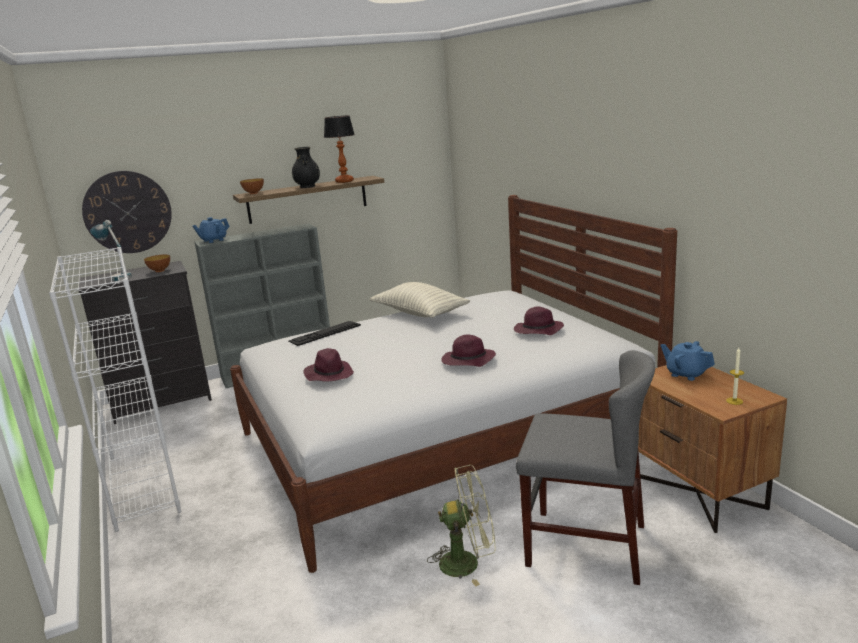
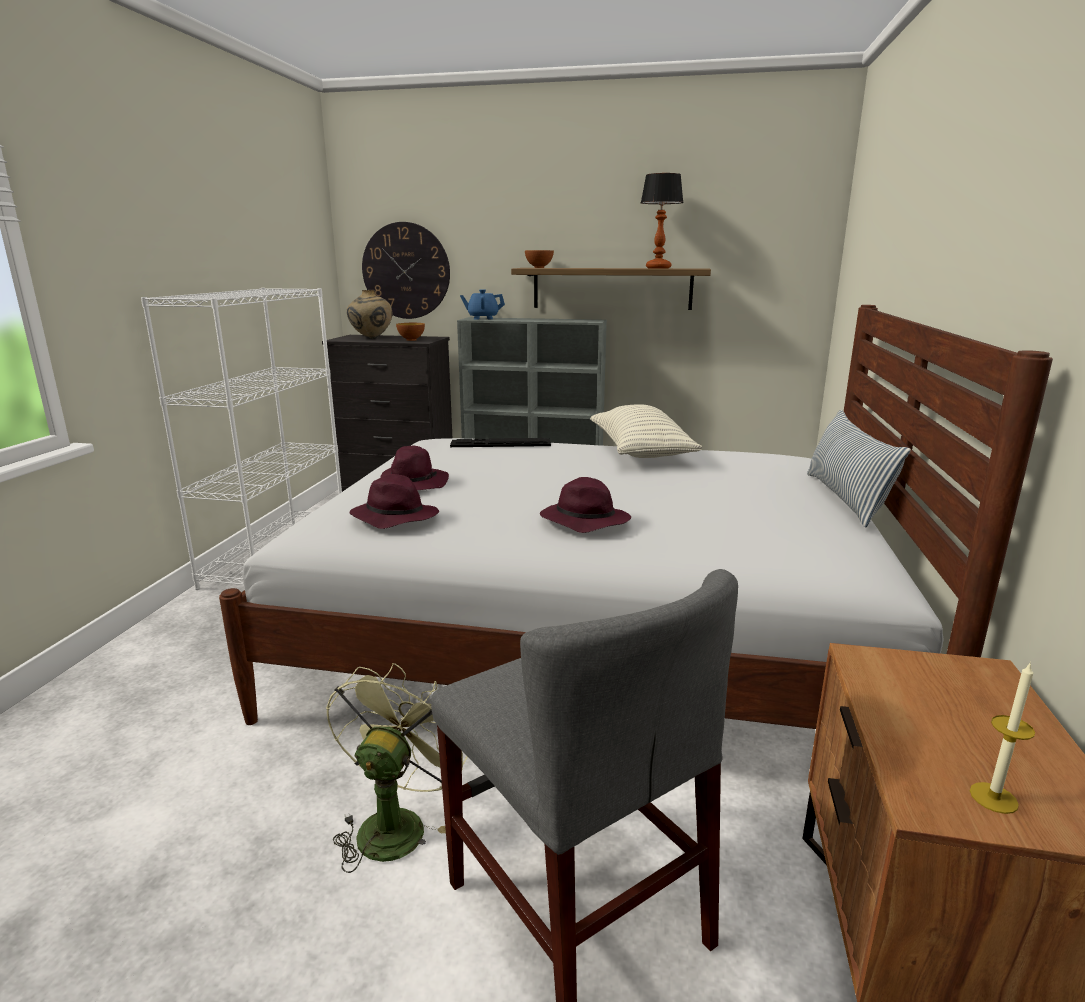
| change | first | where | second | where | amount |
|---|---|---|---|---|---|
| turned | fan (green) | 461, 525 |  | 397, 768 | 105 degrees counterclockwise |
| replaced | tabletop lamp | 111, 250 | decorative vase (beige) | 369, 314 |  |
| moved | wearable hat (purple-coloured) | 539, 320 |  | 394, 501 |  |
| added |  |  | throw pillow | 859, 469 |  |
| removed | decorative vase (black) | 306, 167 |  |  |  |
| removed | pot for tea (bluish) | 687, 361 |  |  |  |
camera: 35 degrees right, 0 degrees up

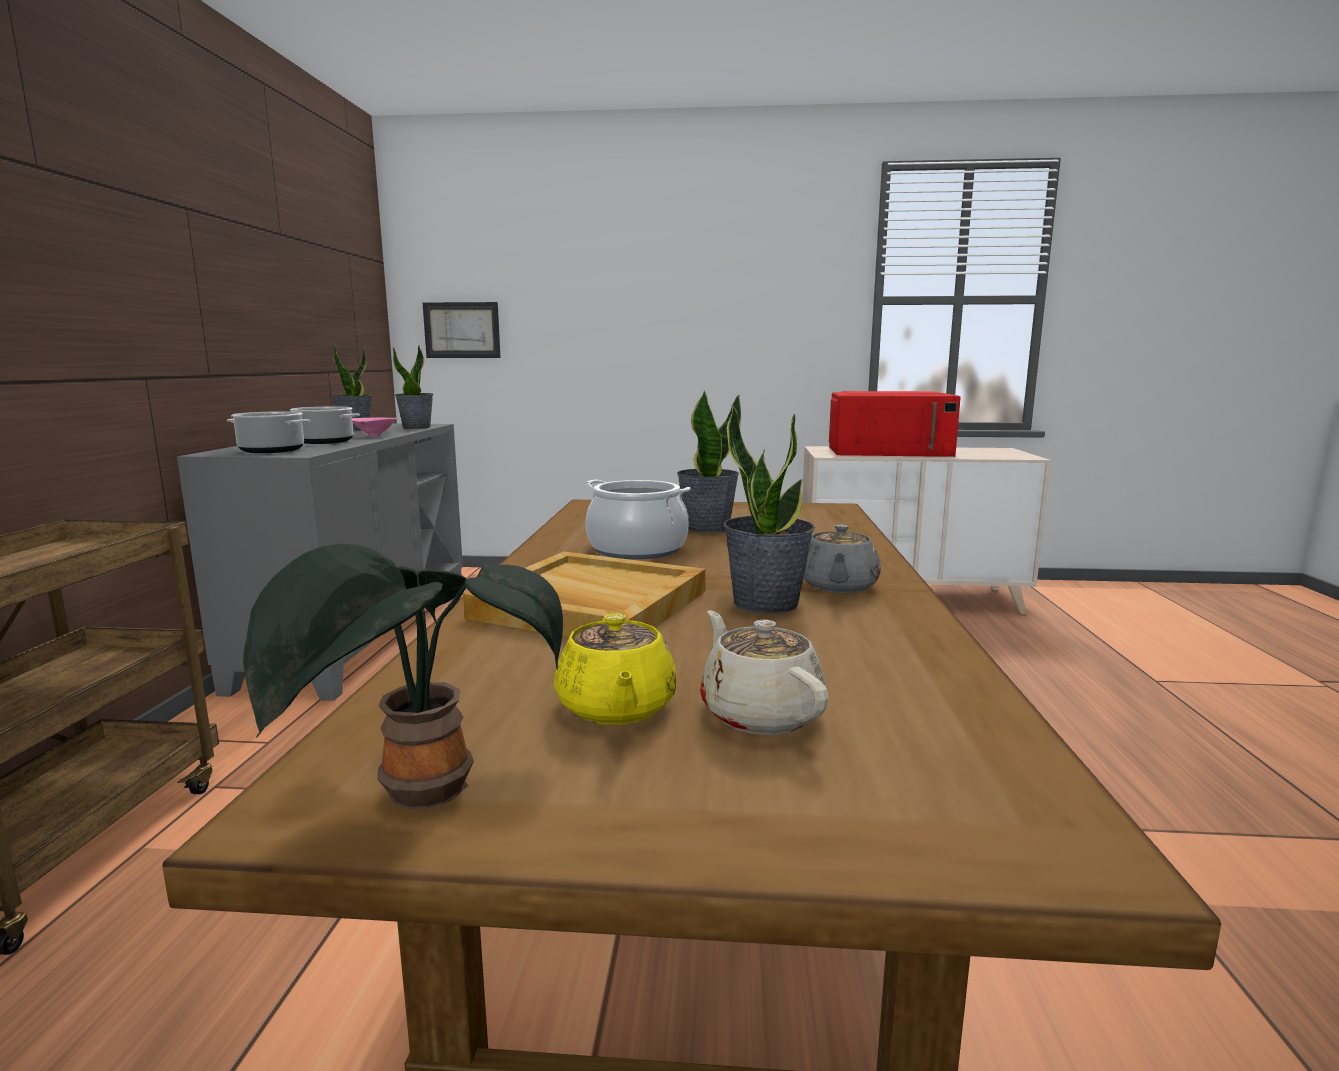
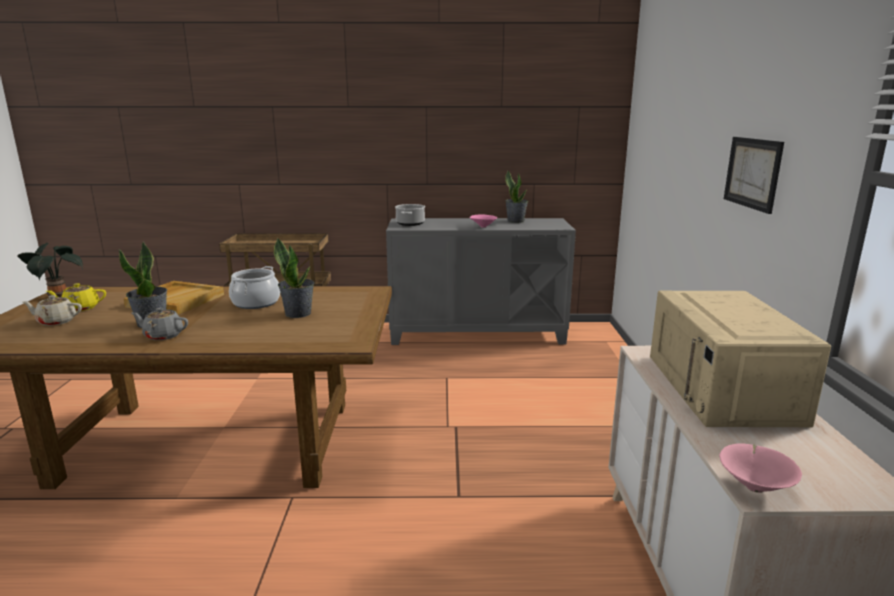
| change | first | where | second | where | amount |
|---|---|---|---|---|---|
| turned | pot for tea (beige) | 764, 672 |  | 52, 310 | 150 degrees counterclockwise |
| recoloured | kitchen microwave (reddish) | 895, 424 | kitchen microwave (beige) | 740, 359 |  |
| added |  |  | serving bowl (pink) | 760, 468 |  |
| moved | wall picture | 462, 330 |  | 754, 175 |  |
| removed | saucepot | 325, 425 |  |  |  |
| removed | houseplant | 413, 387 |  |  |  |
camera: 85 degrees right, 5 degrees up

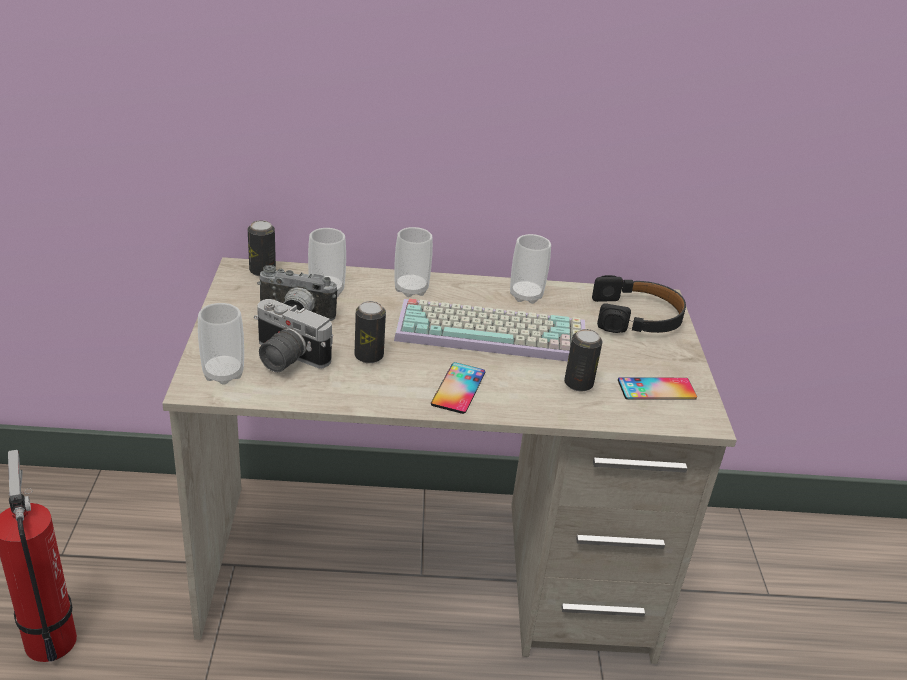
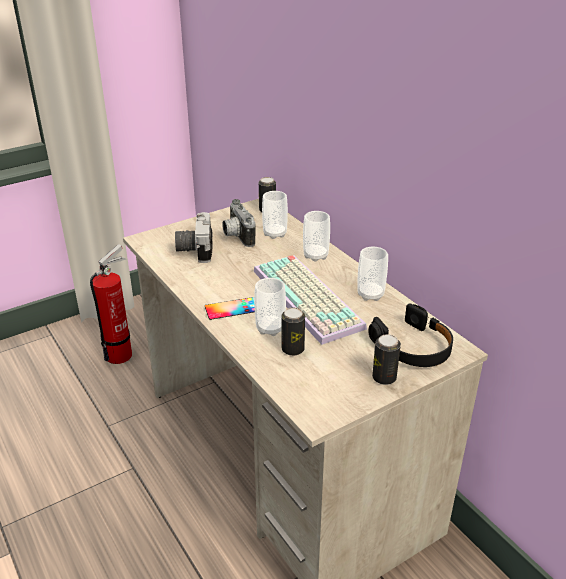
| change | first | where | second | where | amount |
|---|---|---|---|---|---|
| moved | drinking cup | 221, 344 |  | 270, 307 |  |
| moved | sealed can | 370, 332 |  | 386, 359 |  |
| removed | handset | 657, 388 |  |  |  |
camera: 60 degrees right, 0 degrees up

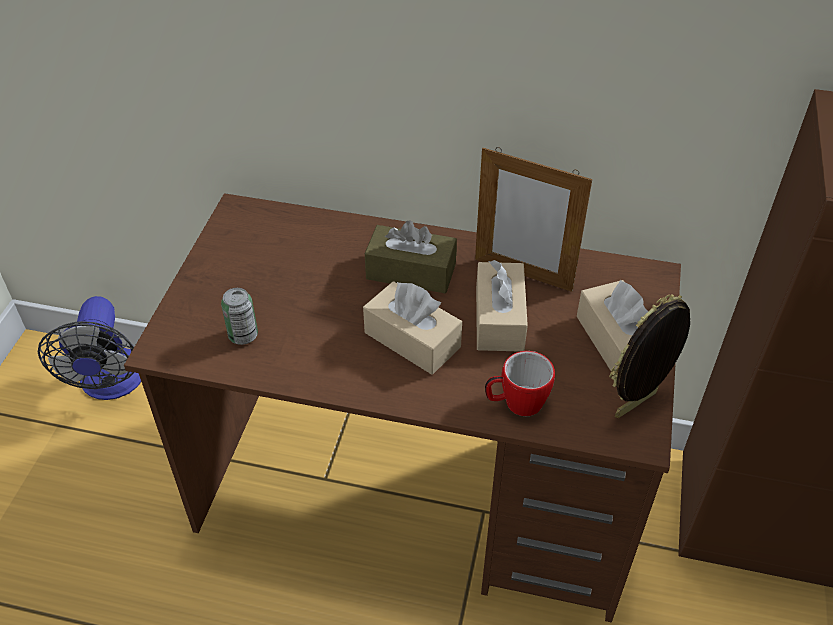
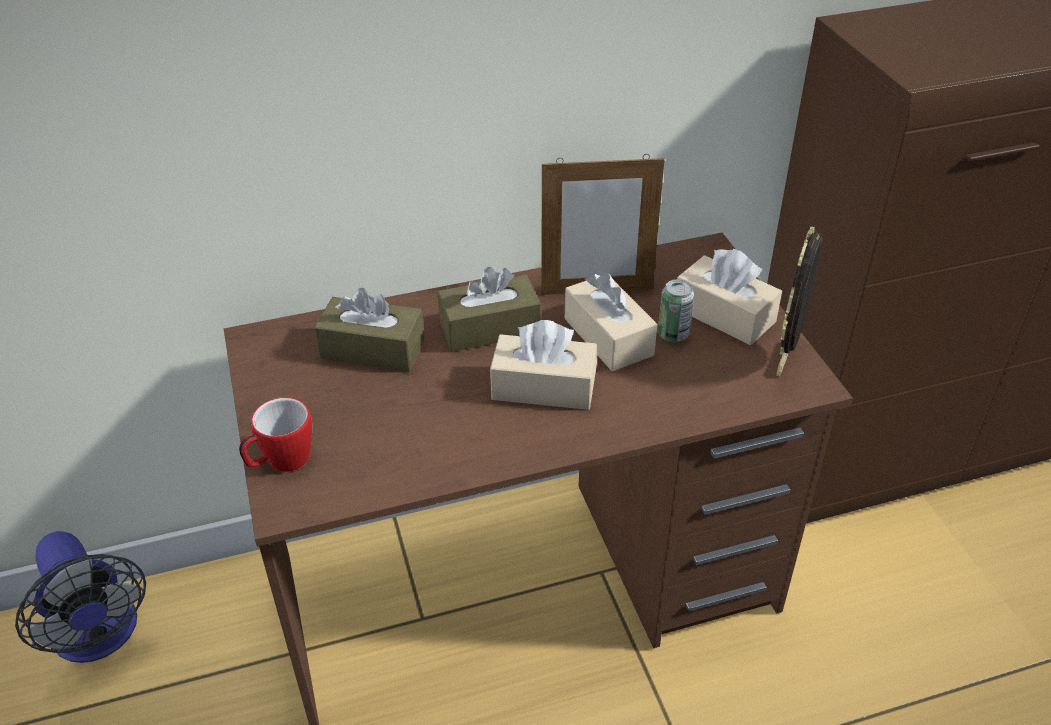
| change | first | where | second | where | amount |
|---|---|---|---|---|---|
| moved | coffee mug | 520, 383 |  | 275, 434 |  |
| added |  |  | tissue holder (brown) | 369, 330 |  |
| moved | sealed can | 239, 316 |  | 676, 310 |  |
camera: 30 degrees left, 5 degrees down

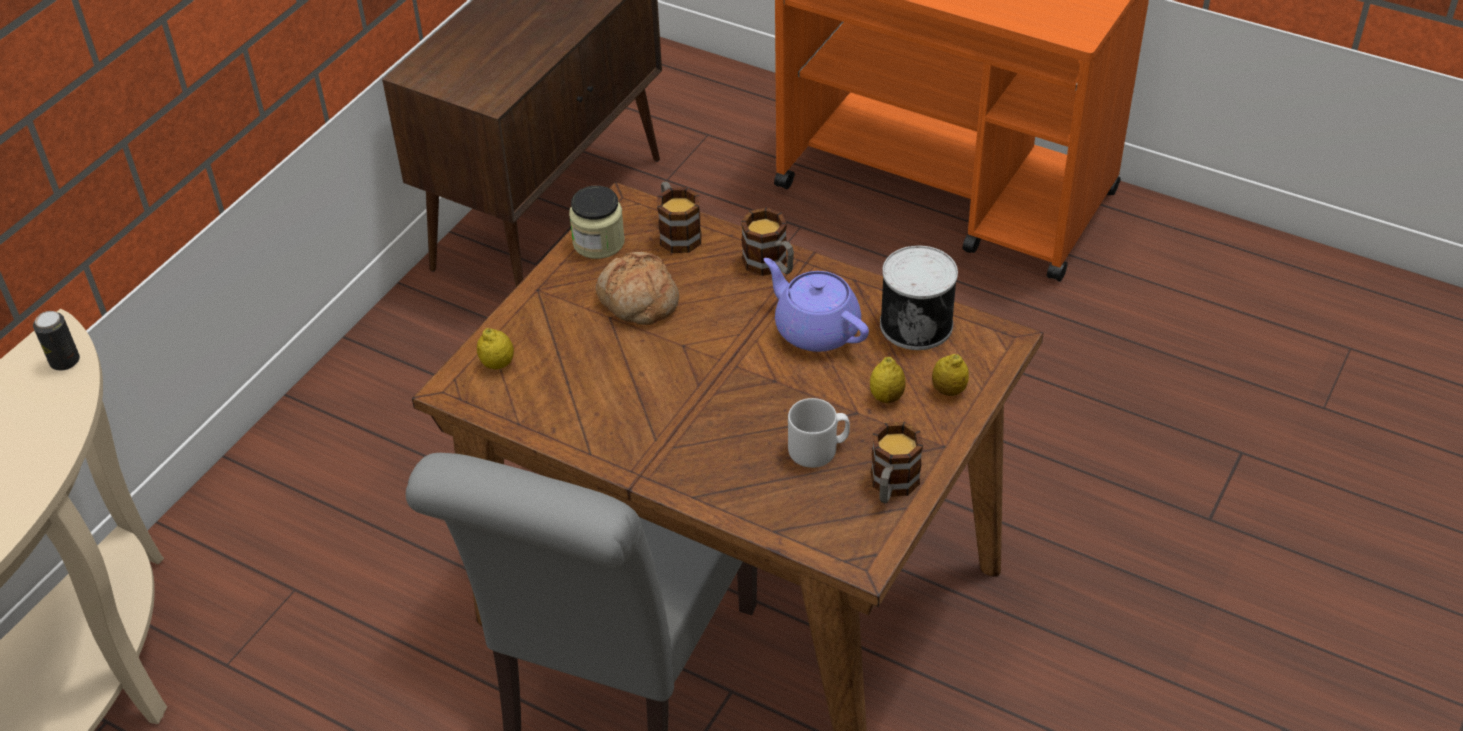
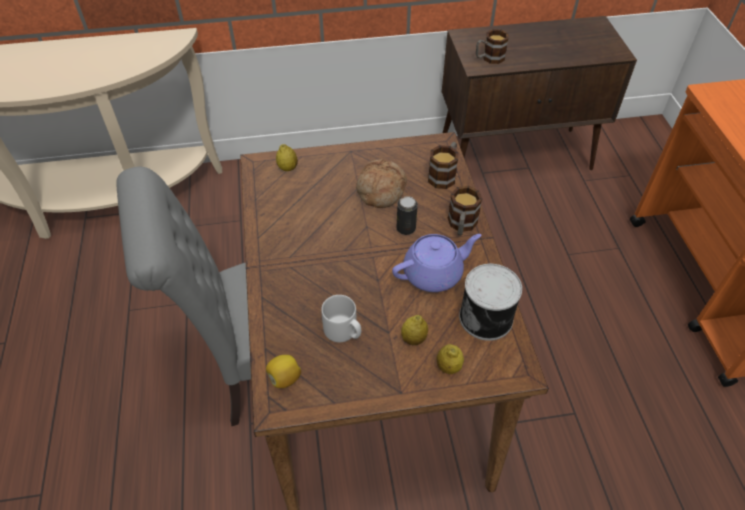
| change | first | where | second | where | amount |
|---|---|---|---|---|---|
| added |  |  | lemon | 283, 371 |  |
| turned | pot for tea (purple-coloured) | 816, 305 |  | 437, 263 | 60 degrees clockwise |
| moved | sealed can | 56, 341 |  | 407, 215 |  |
| moved | coffee mug | 897, 462 |  | 492, 46 |  |
| removed | storage jar | 597, 222 |  |  |  |
camera: 50 degrees right, 5 degrees up

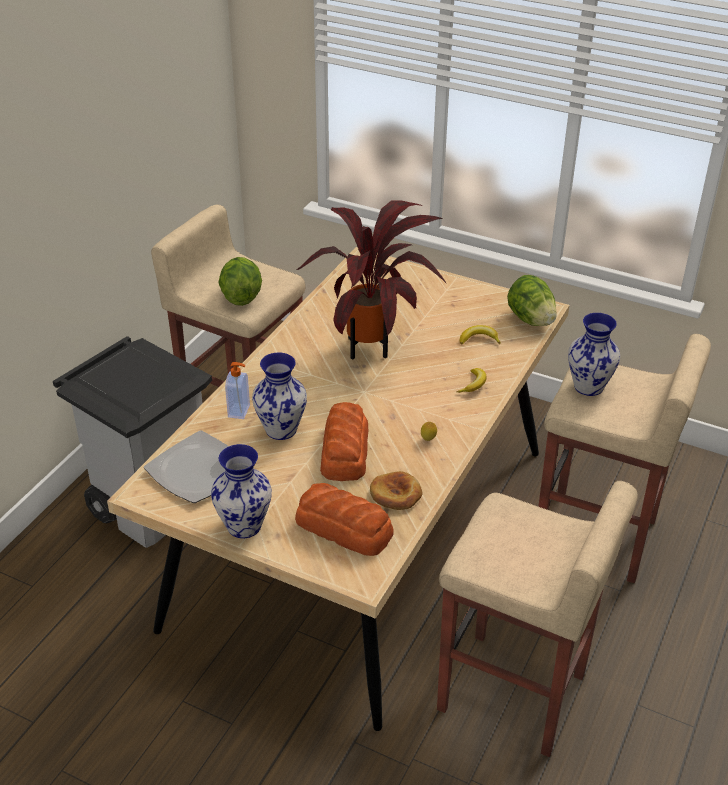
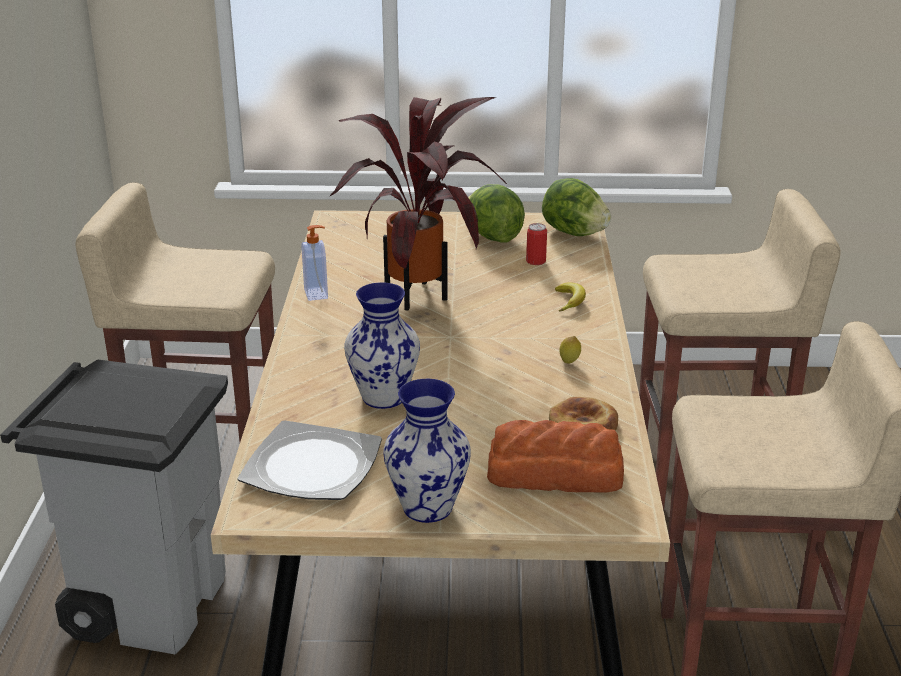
| change | first | where | second | where | amount |
|---|---|---|---|---|---|
| moved | liquid soap bottle | 237, 390 |  | 314, 263 |  |
| moved | head of lettuce | 240, 281 |  | 496, 213 |  |
| replaced | whole banana | 480, 334 | sealed can | 536, 244 |  |
| removed | bakery bread | 344, 441 |  |  |  |
| removed | decorative vase | 594, 354 |  |  |  |
camera: 25 degrees left, 10 degrees down

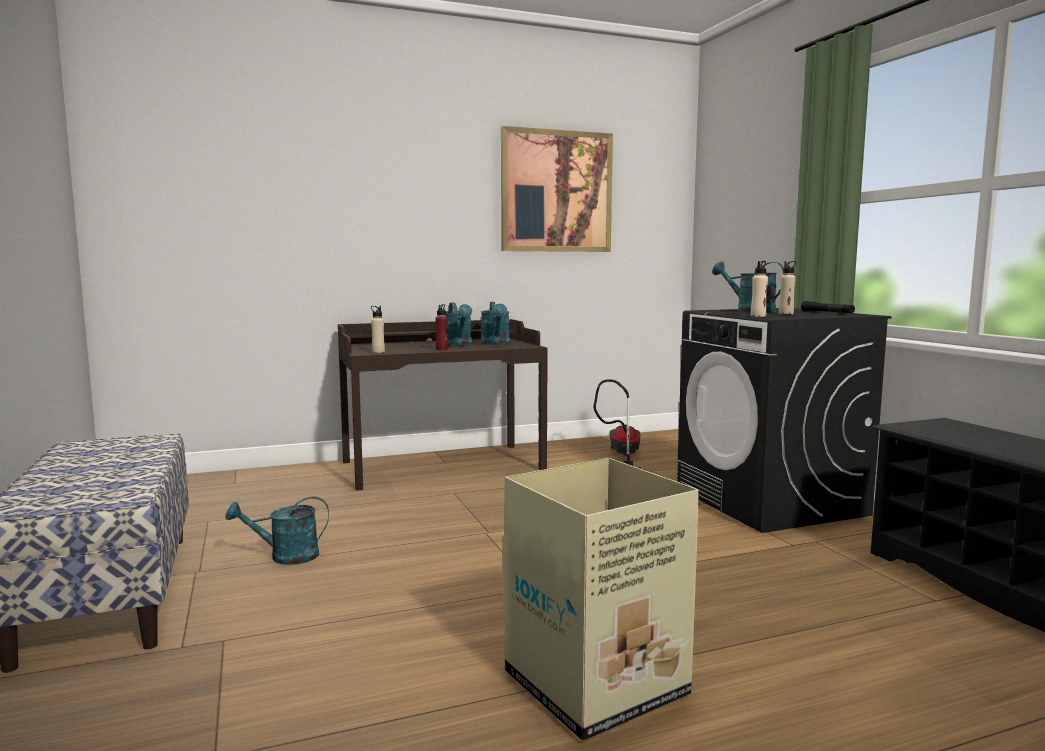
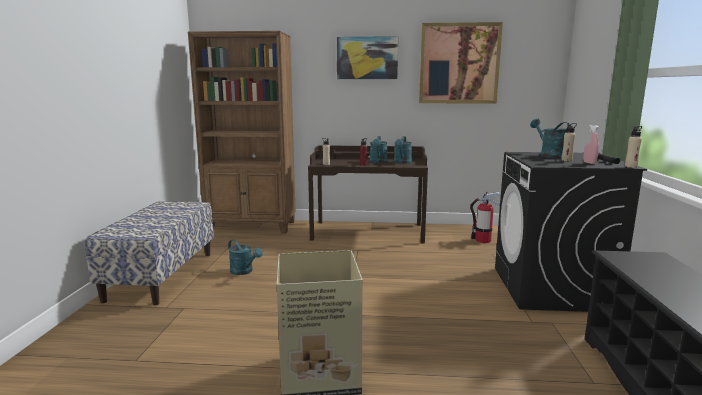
| change | first | where | second | where | amount |
|---|---|---|---|---|---|
| added |  |  | bookcase (brown) | 242, 132 |  |
| turned | sprinkling can (turquoise) | 277, 530 |  | 245, 257 | 150 degrees counterclockwise |
| added |  |  | wall picture | 367, 57 |  |
| replaced | vacuum cleaner | 620, 425 | fire-fighting cylinder | 485, 217 |  |
| added |  |  | sprayer (pink) | 591, 144 |  |
| moved | drink bottle (beige) | 759, 289 |  | 633, 147 |  |
camera: 25 degrees right, 5 degrees up

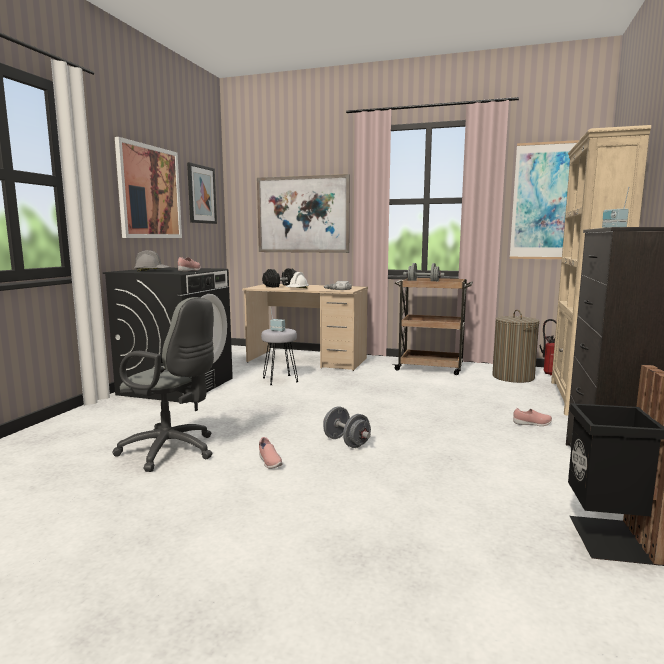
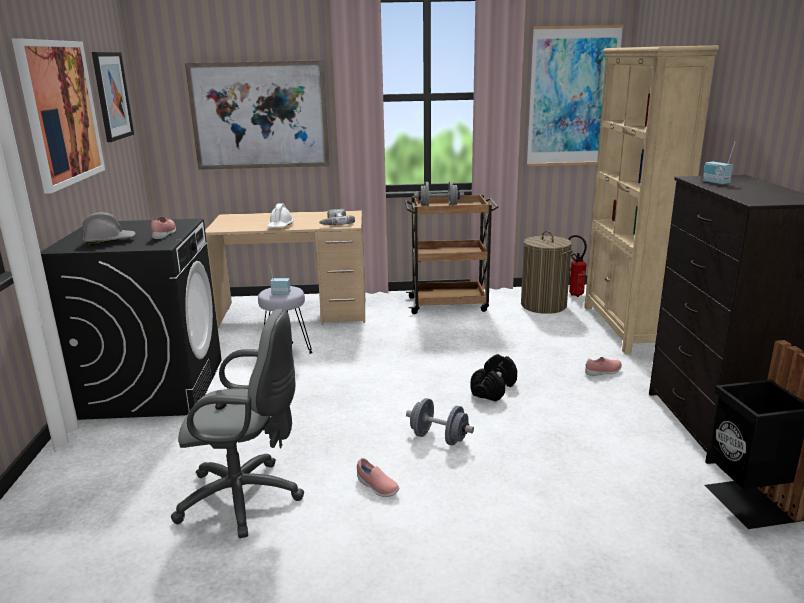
| change | first | where | second | where | amount |
|---|---|---|---|---|---|
| moved | free weight (black) | 279, 277 |  | 493, 377 |  |
camera: 20 degrees left, 10 degrees up

